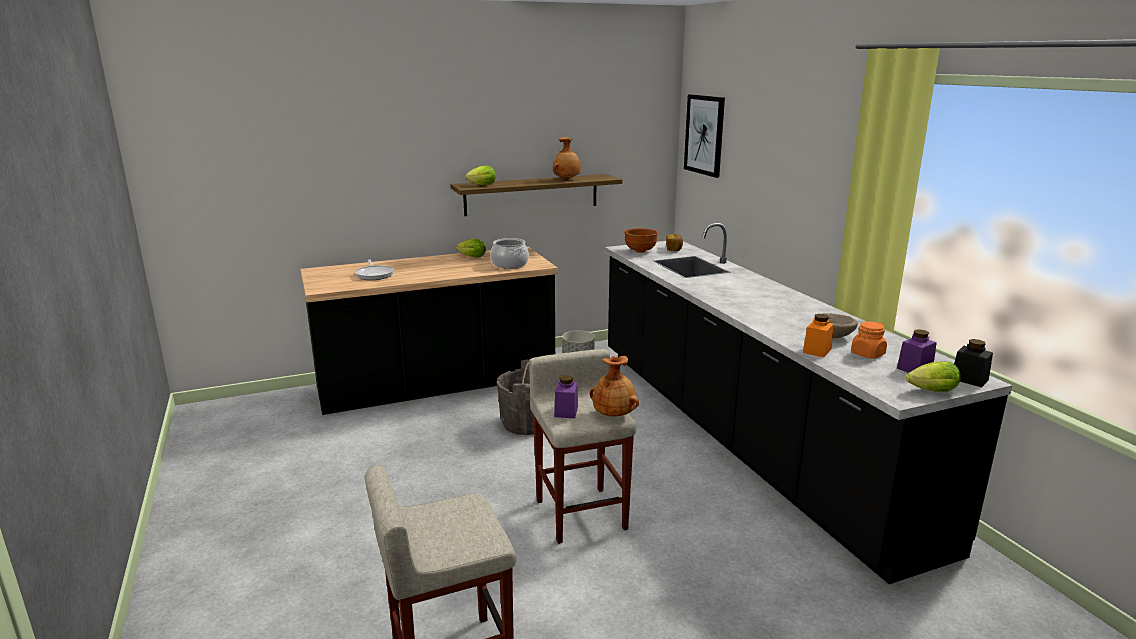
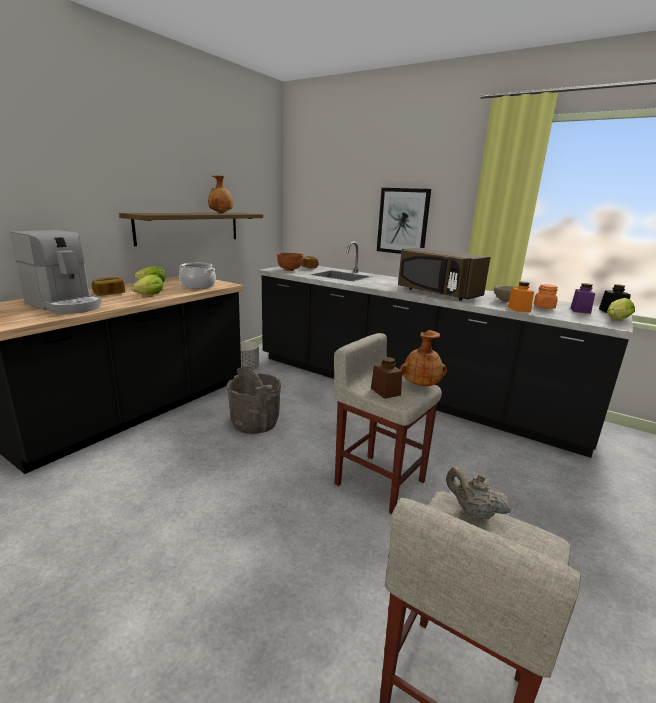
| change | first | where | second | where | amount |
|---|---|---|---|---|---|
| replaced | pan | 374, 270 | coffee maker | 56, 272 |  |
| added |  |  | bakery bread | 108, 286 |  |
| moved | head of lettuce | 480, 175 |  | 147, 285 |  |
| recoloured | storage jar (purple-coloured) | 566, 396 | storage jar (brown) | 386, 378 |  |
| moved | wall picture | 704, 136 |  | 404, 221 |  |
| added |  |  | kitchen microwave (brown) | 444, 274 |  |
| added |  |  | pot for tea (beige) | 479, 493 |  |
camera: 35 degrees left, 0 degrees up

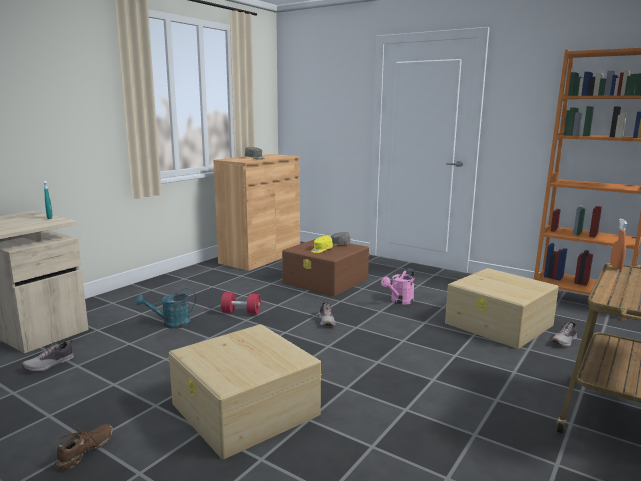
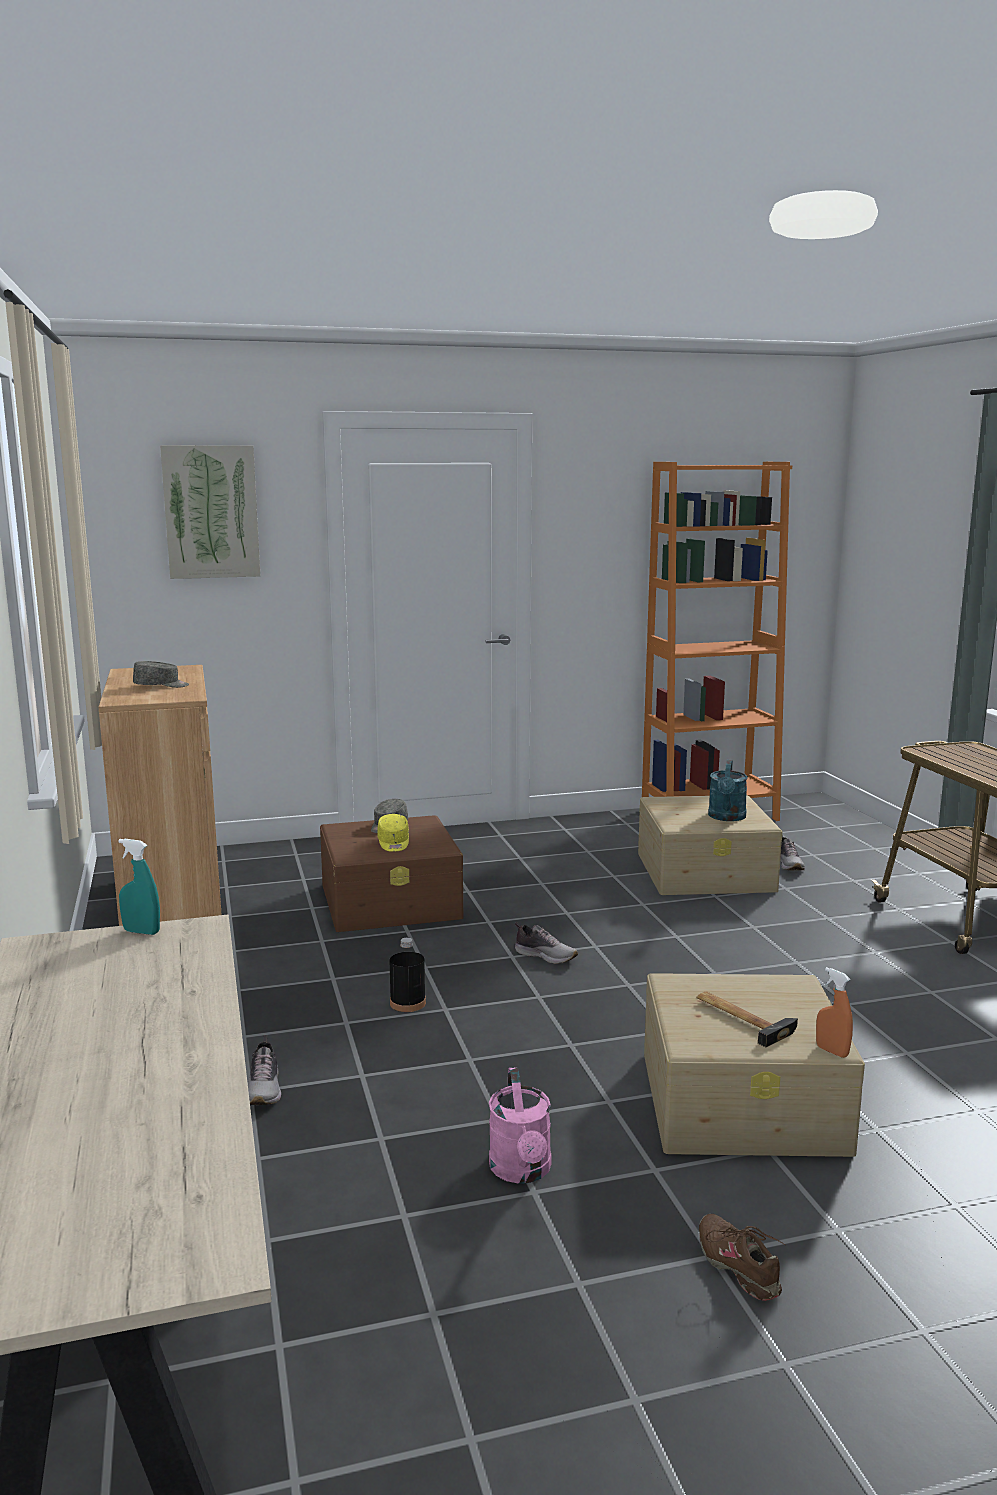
| change | first | where | second | where | amount |
|---|---|---|---|---|---|
| added |  |  | wall picture | 210, 512 |  |
| moved | low shoe | 48, 356 |  | 264, 1070 |  |
| replaced | free weight (reddish) | 241, 303 | drink bottle (black) | 407, 975 |  |
| moved | sprinkling can (pink) | 398, 286 |  | 520, 1125 |  |
| added |  |  | hammer | 747, 1019 |  |
| moved | sprinkling can (turquoise) | 166, 308 |  | 728, 790 |  |
| moved | sprayer (orange) | 618, 244 |  | 834, 1012 |  |
camera: 50 degrees left, 0 degrees up

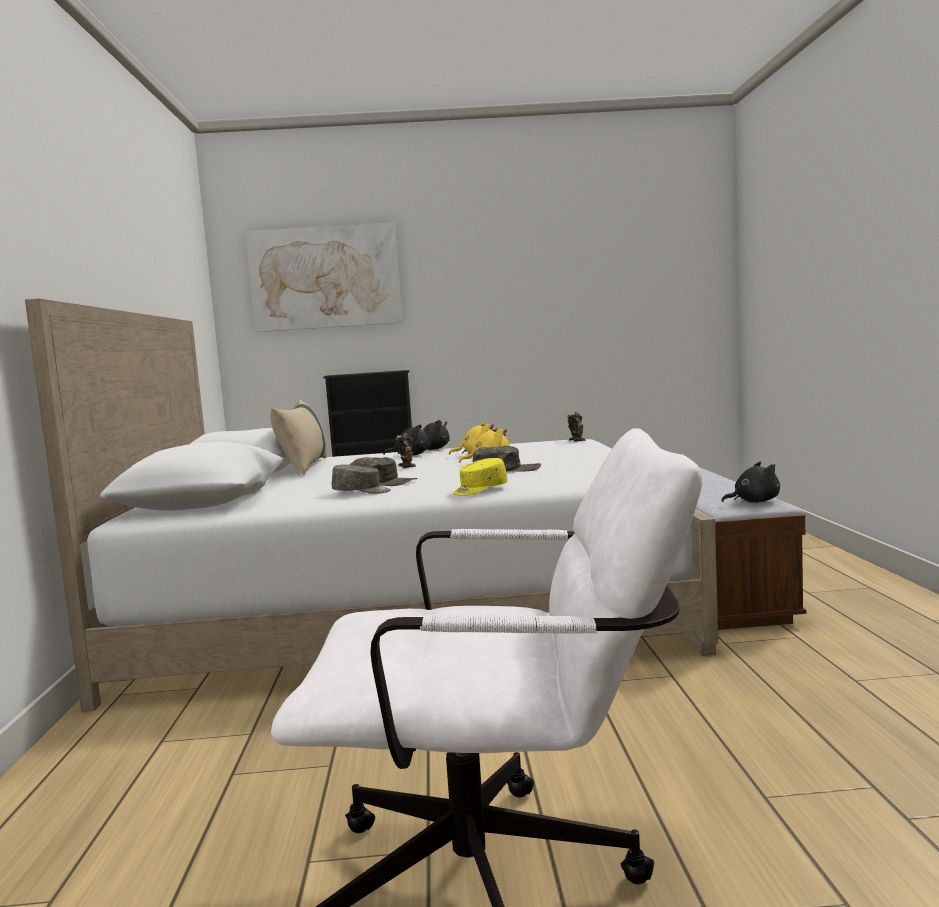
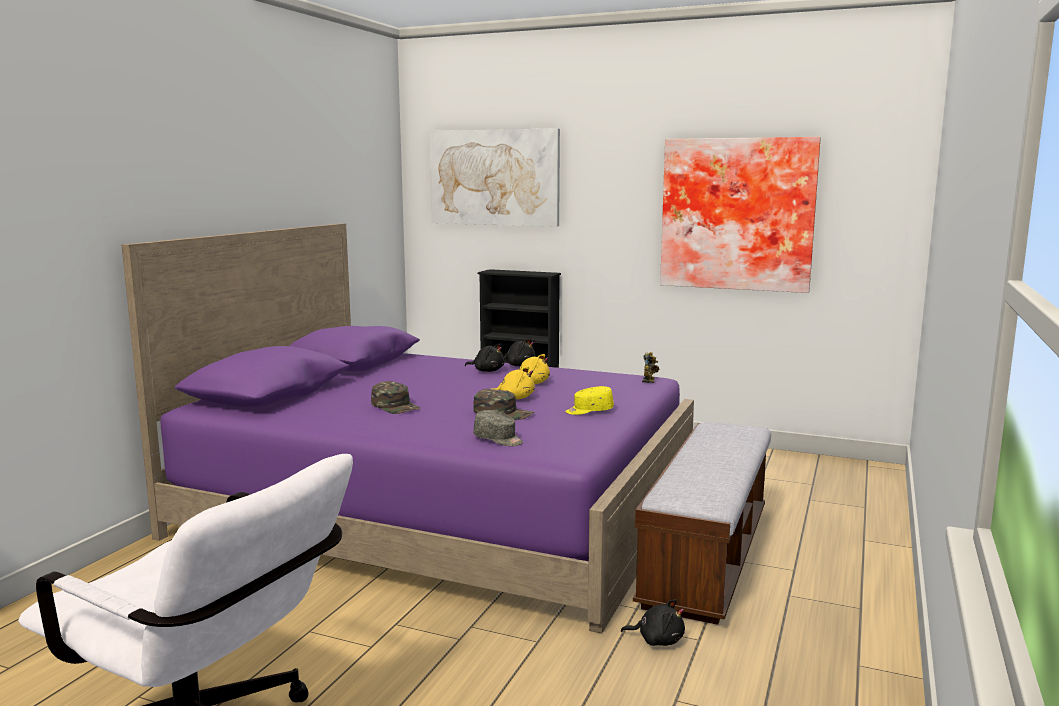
| change | first | where | second | where | amount |
|---|---|---|---|---|---|
| recoloured | bed (white-coloured) | 371, 505 | bed (purple-coloured) | 408, 428 |  |
| moved | peaked cap (gray) | 361, 479 |  | 498, 428 |  |
| moved | peaked cap (yellow-coloured) | 480, 477 |  | 589, 400 |  |
| moved | cuddly toy (black) | 750, 482 |  | 653, 622 |  |
| added |  |  | wall picture | 740, 215 |  |
| removed | throw pillow (beige) | 298, 437 |  |  |  |
| removed | robot figure | 406, 450 |  |  |  |
camera: 25 degrees right, 5 degrees up

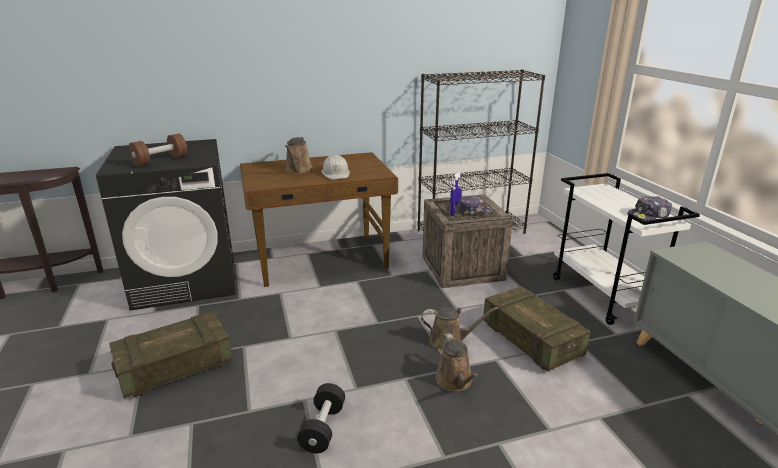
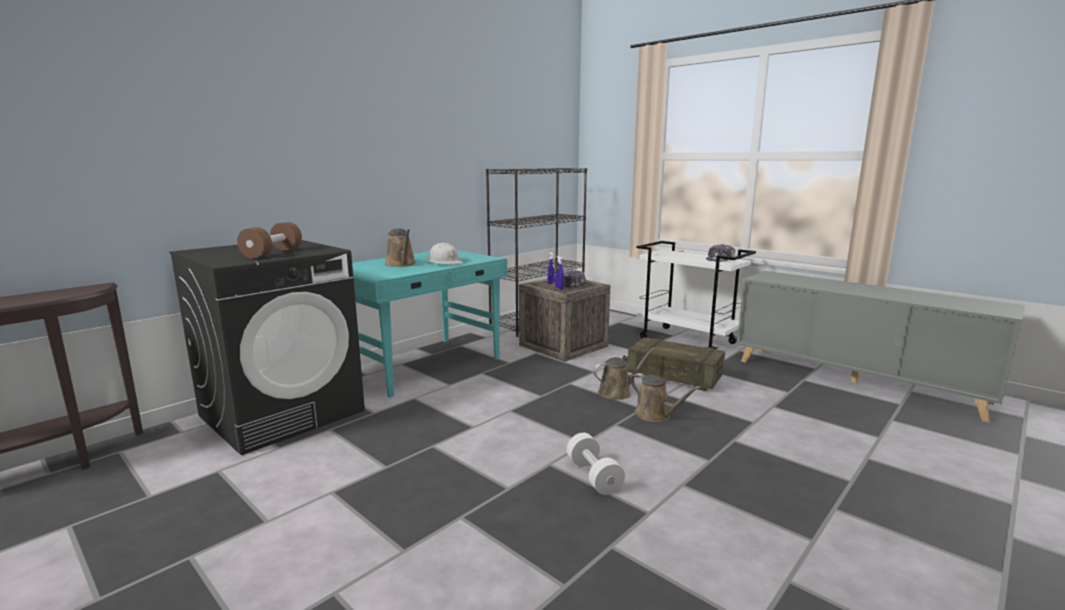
| change | first | where | second | where | amount |
|---|---|---|---|---|---|
| recoloured | desk table (brown) | 319, 219 | desk table (turquoise) | 430, 324 |  |
| recoloured | free weight (black) | 321, 418 | free weight (white-coloured) | 596, 464 |  |
| removed | shipping crate | 171, 355 |  |  |  |
camera: 30 degrees left, 10 degrees down

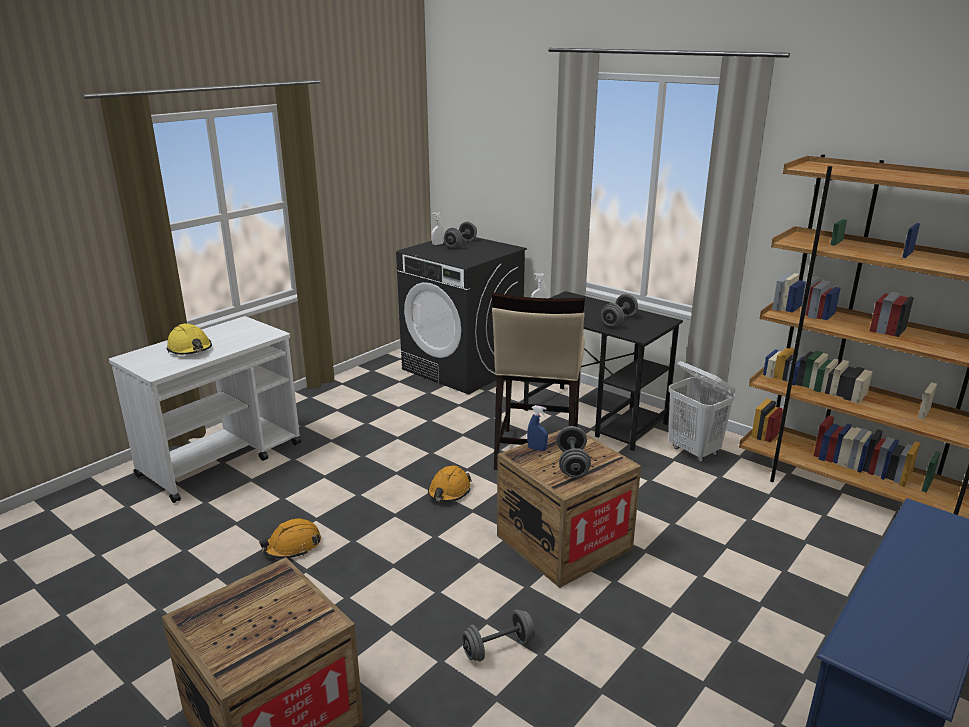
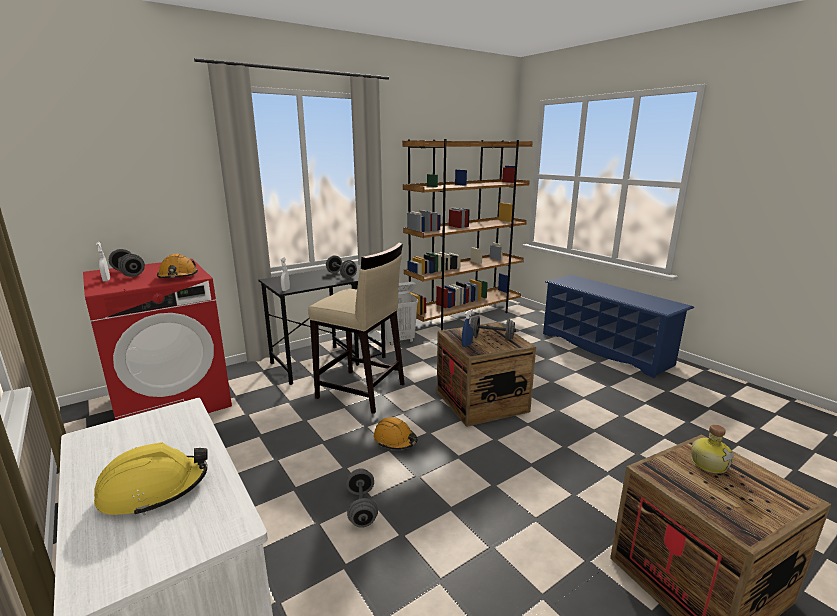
| change | first | where | second | where | amount |
|---|---|---|---|---|---|
| recoloured | laundry appliance (black) | 461, 315 | laundry appliance (reddish) | 157, 339 |  |
| moved | work helmet (orange) | 290, 538 |  | 177, 266 |  |
| moved | free weight (gray) | 498, 635 |  | 362, 498 |  |
| added |  |  | drink bottle | 712, 449 |  |
camera: 75 degrees left, 5 degrees down

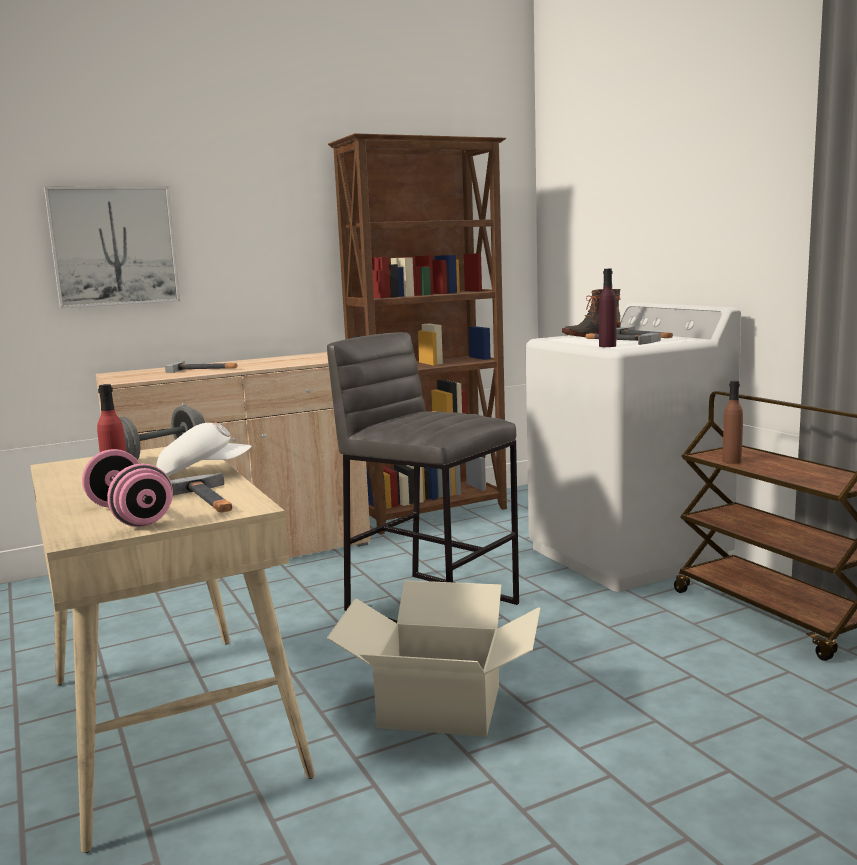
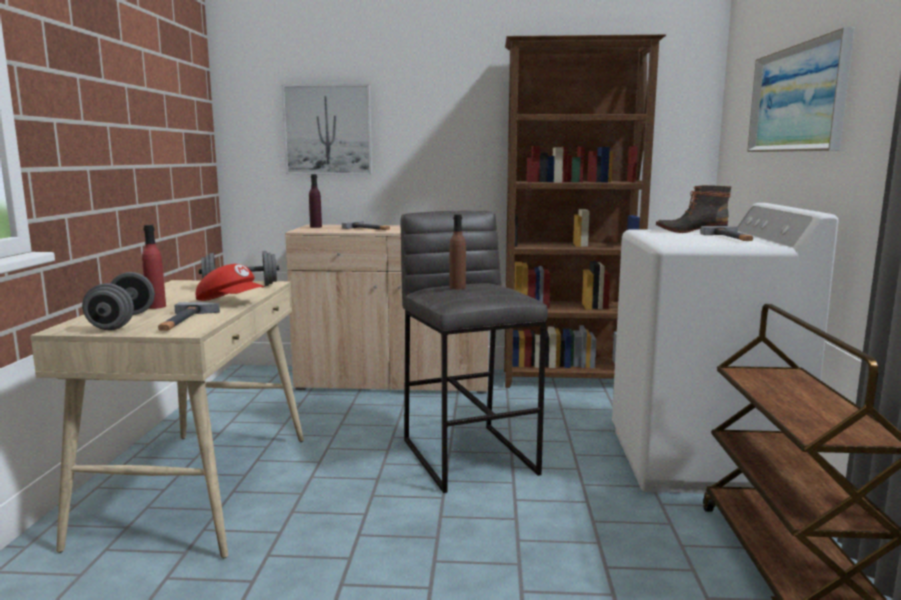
| change | first | where | second | where | amount |
|---|---|---|---|---|---|
| recoloured | free weight (pink) | 127, 488 | free weight (gray) | 118, 301 |  |
| recoloured | peaked cap (white-coloured) | 204, 449 | peaked cap (reddish) | 230, 282 |  |
| moved | drink bottle (purple-coloured) | 608, 308 |  | 315, 201 |  |
| moved | drink bottle (brown) | 732, 422 |  | 458, 251 |  |
| added |  |  | wall picture | 801, 89 |  |
| removed | packing box | 433, 658 |  |  |  |
| removed | hammer | 623, 338 |  |  |  |
camera: 30 degrees right, 0 degrees up

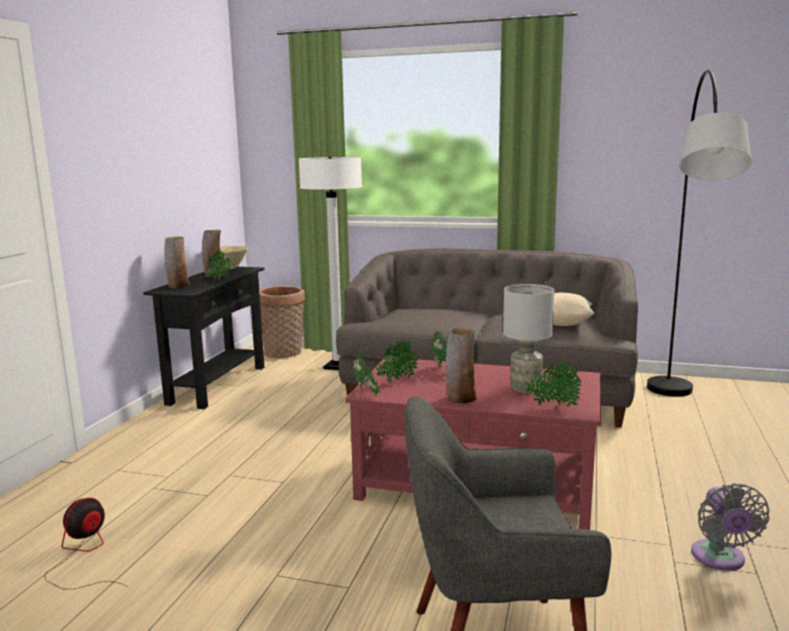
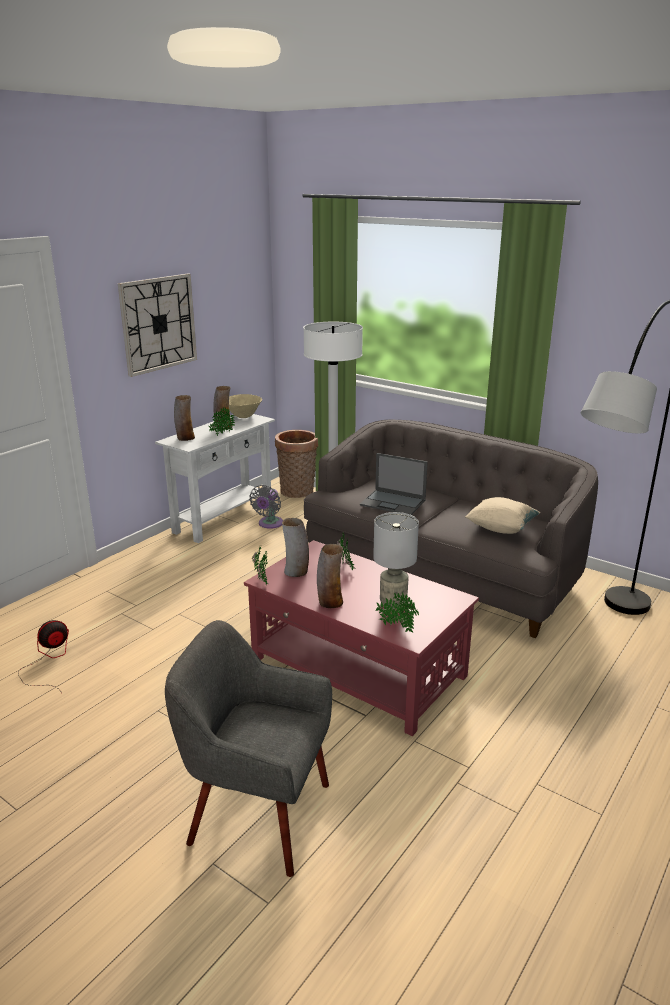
| change | first | where | second | where | amount |
|---|---|---|---|---|---|
| added |  |  | hanging clock | 157, 325 |  |
| recoloured | hall table (black) | 204, 338 | hall table (white-coloured) | 215, 478 |  |
| moved | fan (gray) | 730, 527 |  | 266, 507 |  |
| replaced | houseplant | 397, 362 | decorative vase | 295, 547 |  |
| added |  |  | notebook computer | 394, 484 |  |
camera: 20 degrees right, 10 degrees up

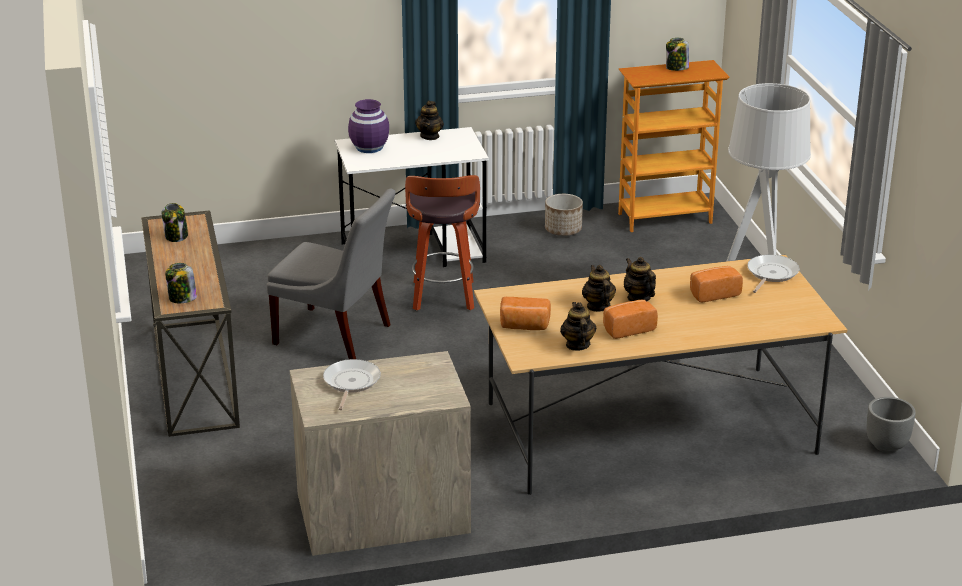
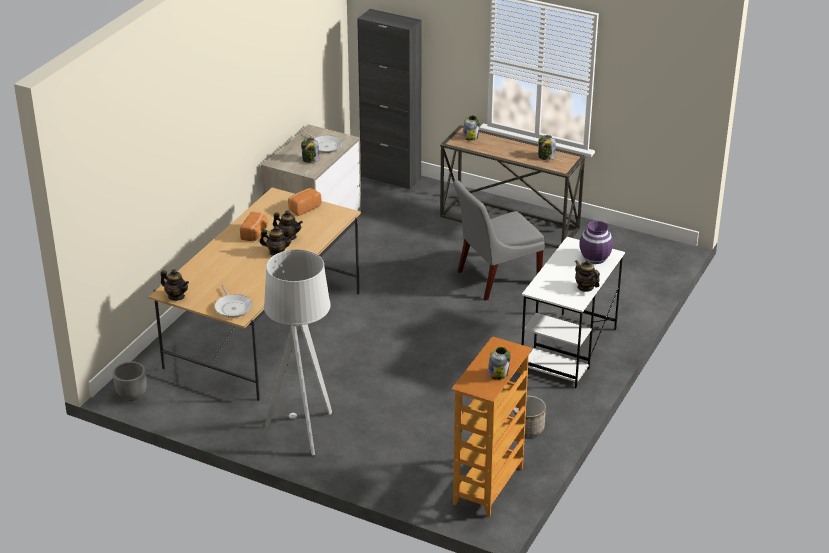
| change | first | where | second | where | amount |
|---|---|---|---|---|---|
| moved | pot for tea | 578, 326 |  | 175, 285 |  |
| added |  |  | storage jar | 310, 150 |  |
| added |  |  | storage cabinet (black) | 389, 99 |  |
| removed | stool | 442, 243 |  |  |  |
| removed | bakery bread | 716, 284 |  |  |  |
camera: 130 degrees right, 5 degrees up

